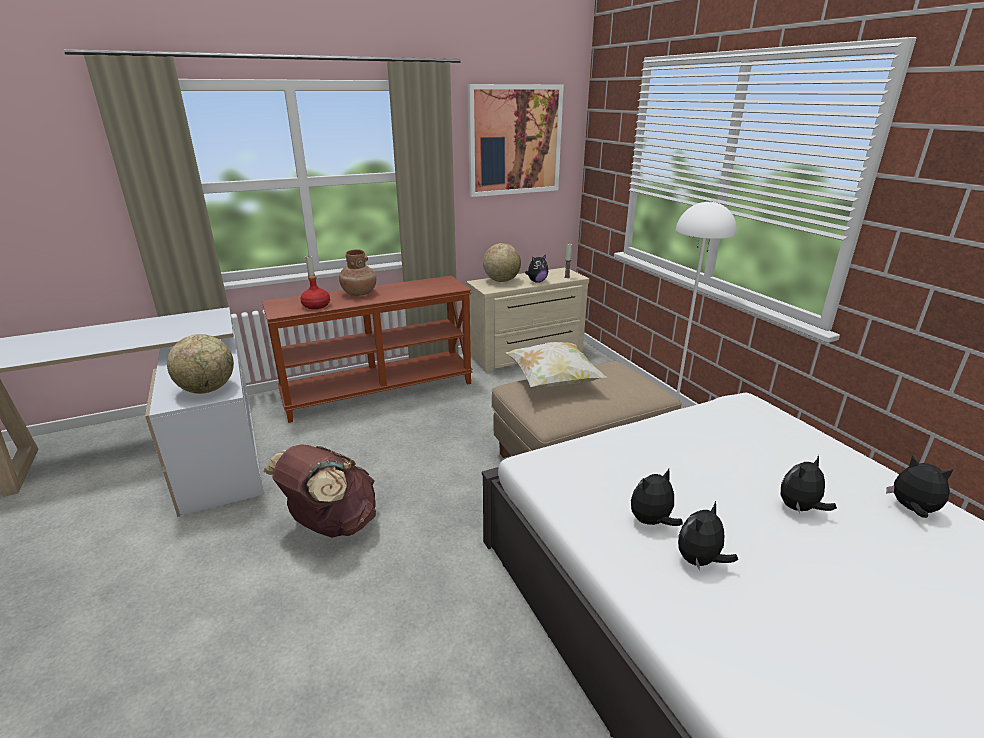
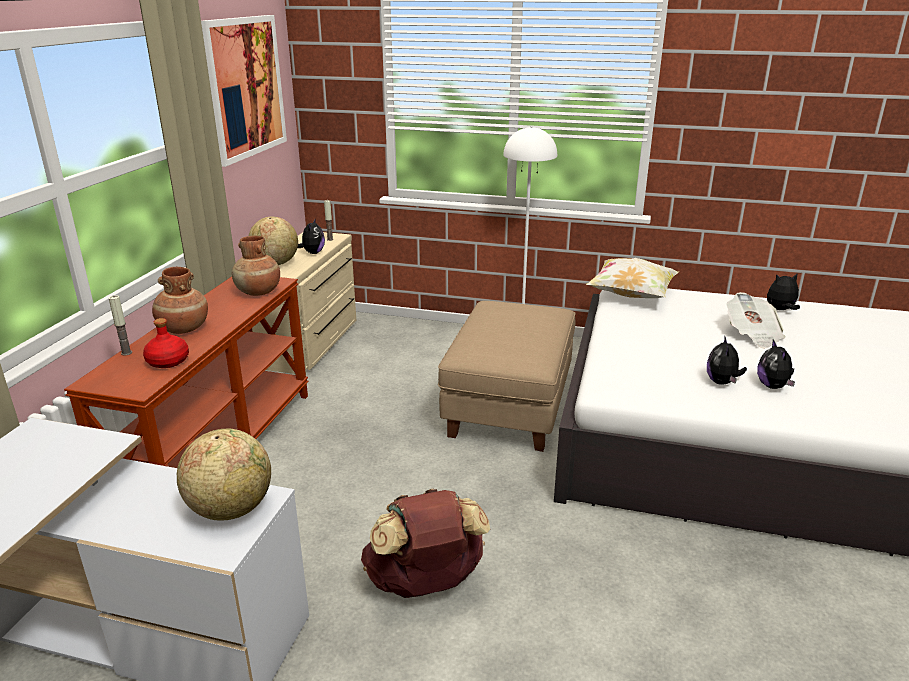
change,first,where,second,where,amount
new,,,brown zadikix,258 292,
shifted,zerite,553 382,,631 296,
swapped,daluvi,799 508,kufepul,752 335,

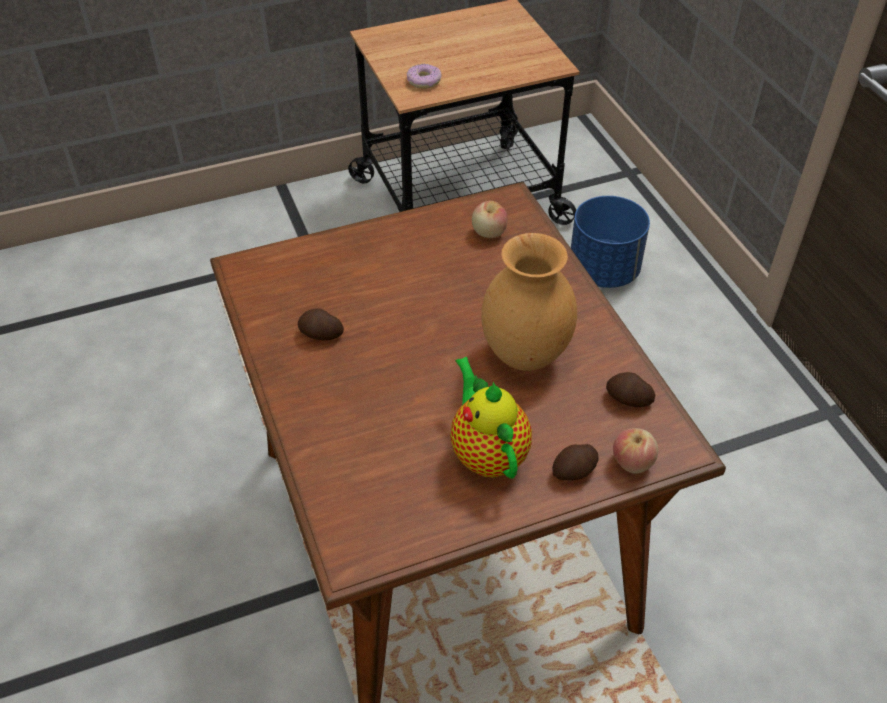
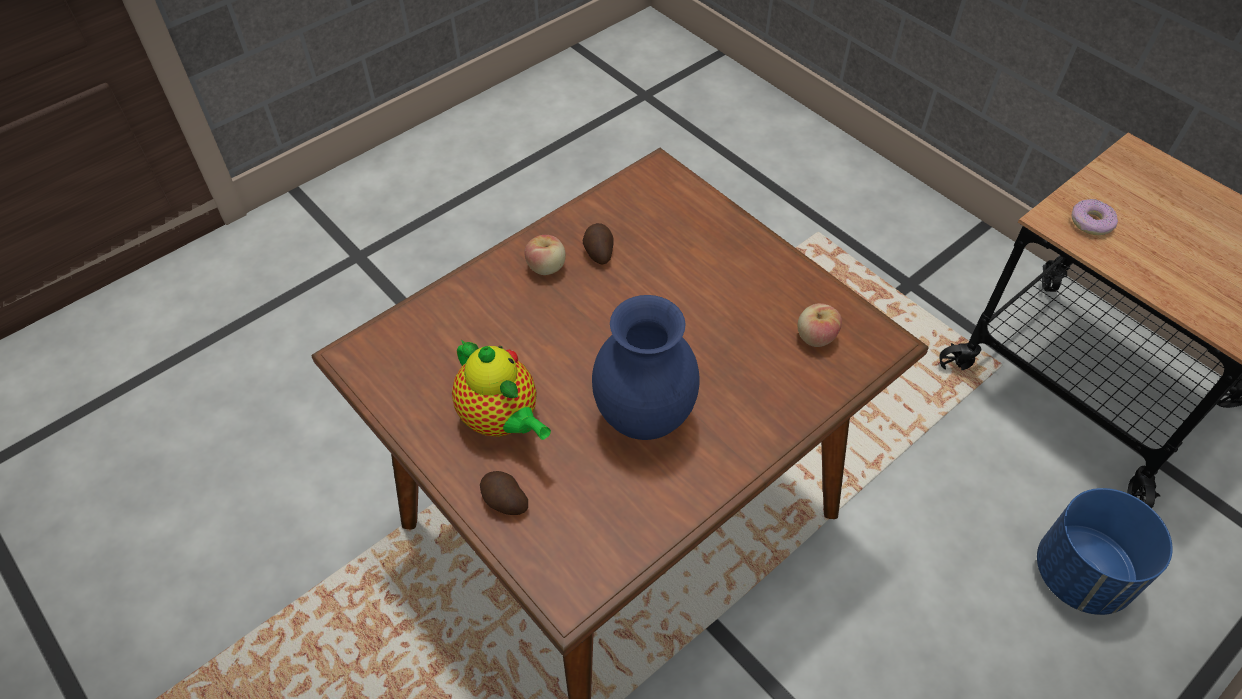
change,first,where,second,where,amount
gone,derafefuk,628 400,,,
shifted,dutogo,632 462,,547 267,
repainted,brown zadikix,523 356,blue zadikix,642 417,
rotated,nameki,487 452,,502 420,90 degrees clockwise

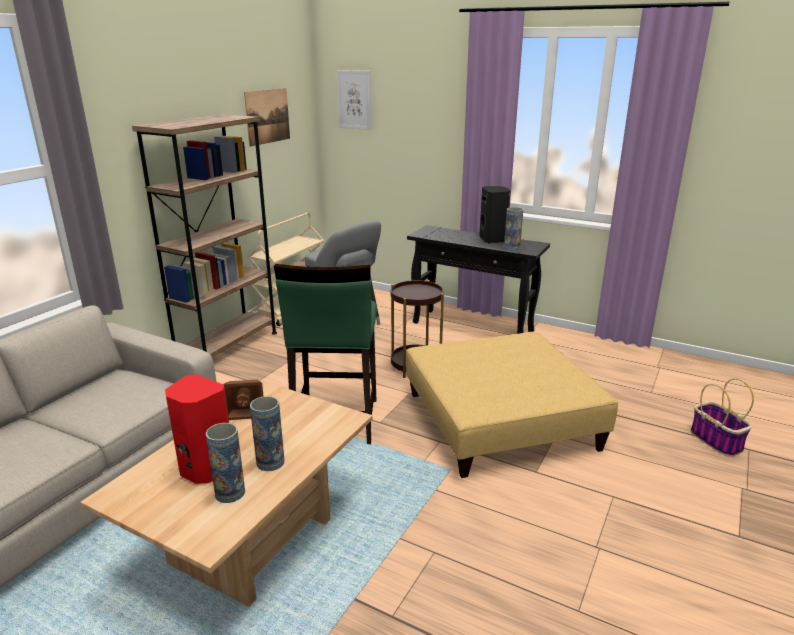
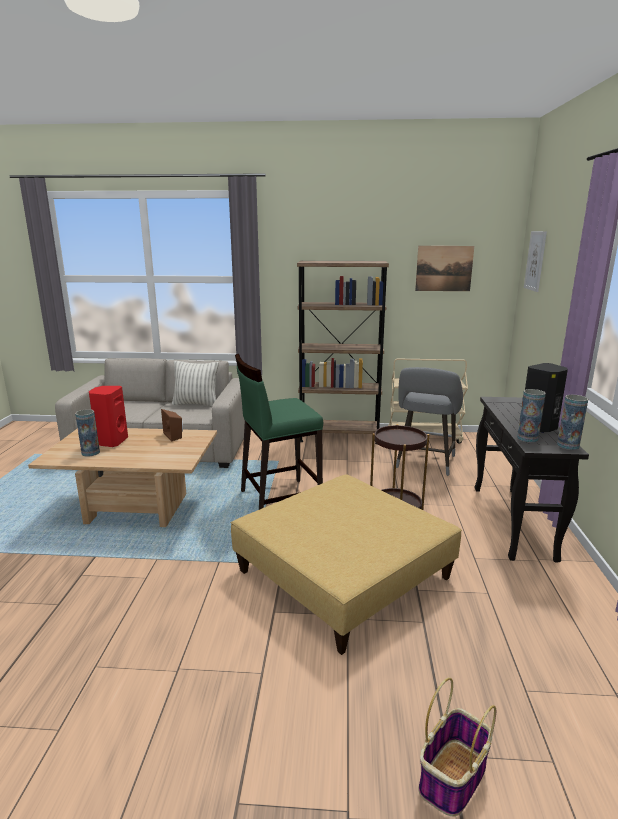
change,first,where,second,where,amount
new,,,zerite,196 404,
shifted,zadikix,270 462,,568 445,

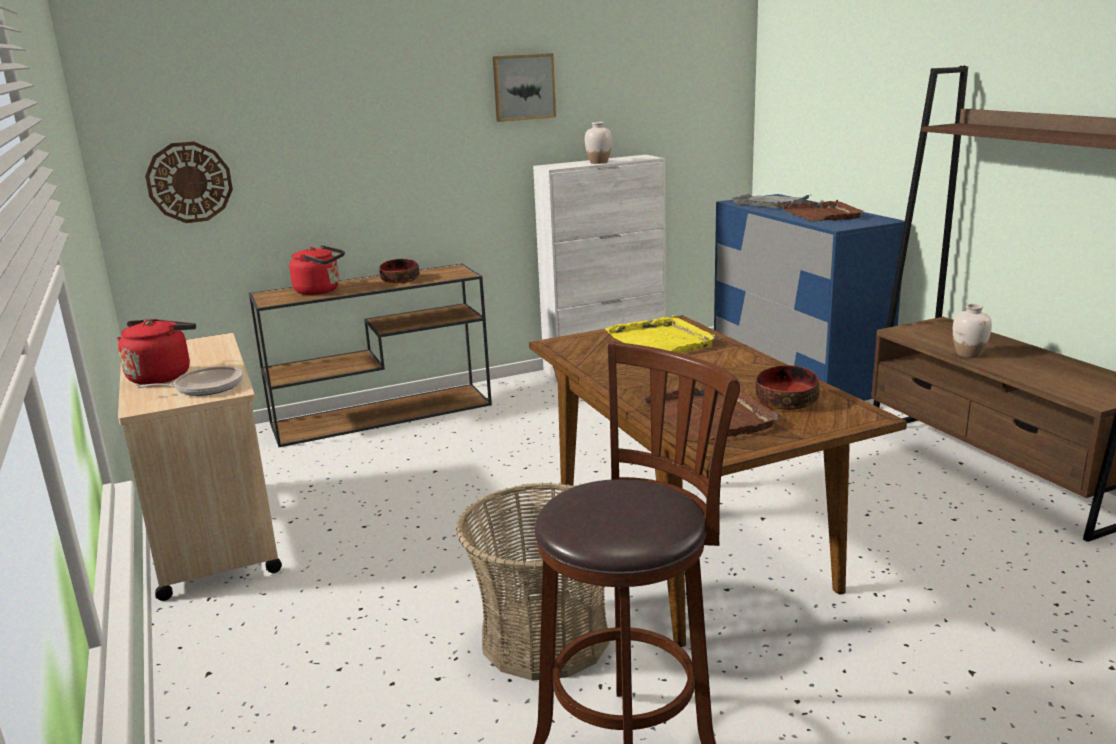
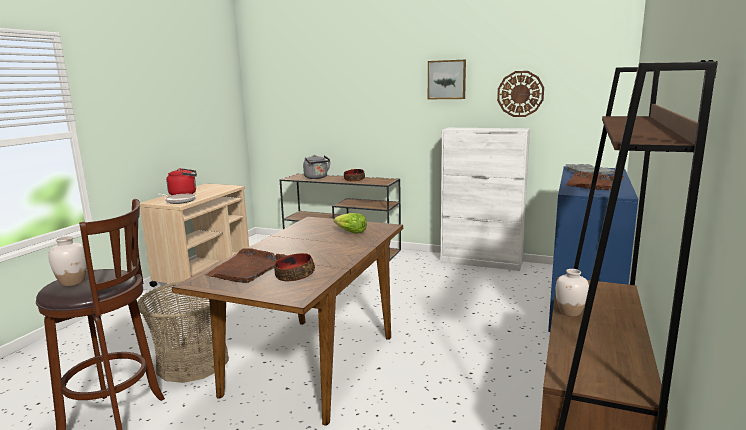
change,first,where,second,where,amount
shifted,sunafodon,189 182,,520 94,
shifted,white zadikix,598 162,,73 282,
swapped,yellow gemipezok,661 341,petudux,350 232,
repainted,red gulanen,320 291,grey gulanen,317 178,

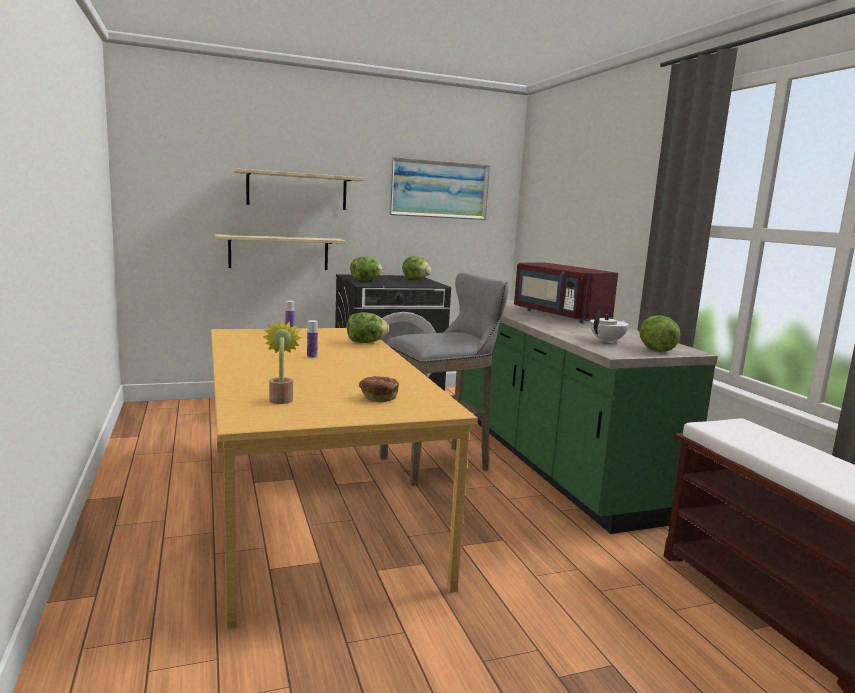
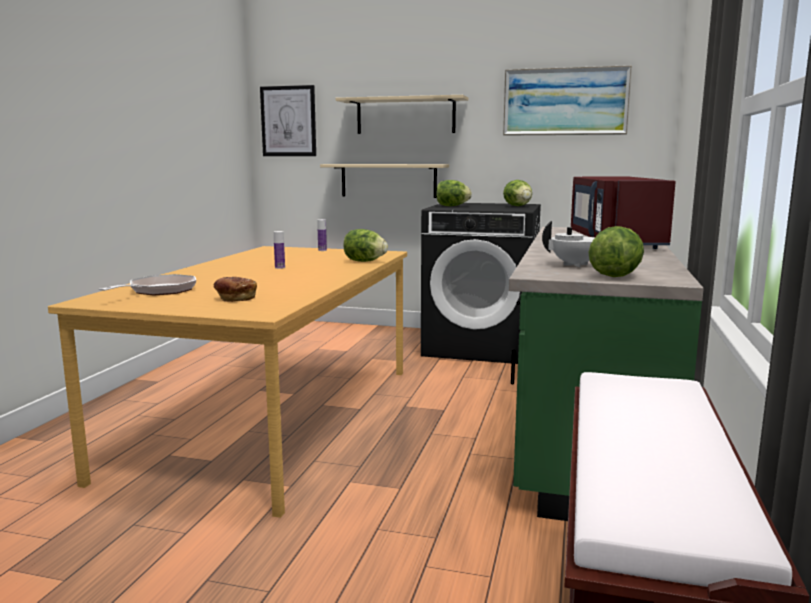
change,first,where,second,where,amount
gone,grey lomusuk,439 463,,,
new,,,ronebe,288 121,
swapped,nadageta,281 398,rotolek,159 291,

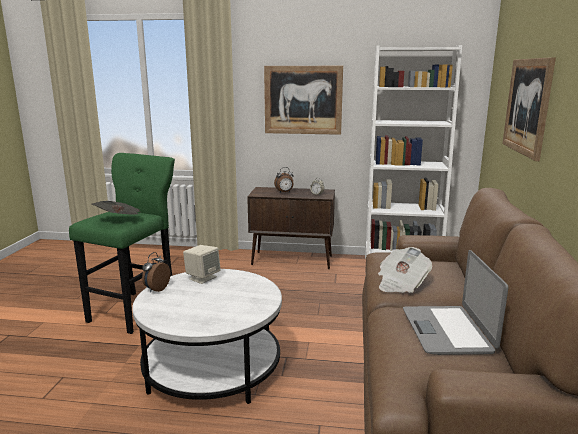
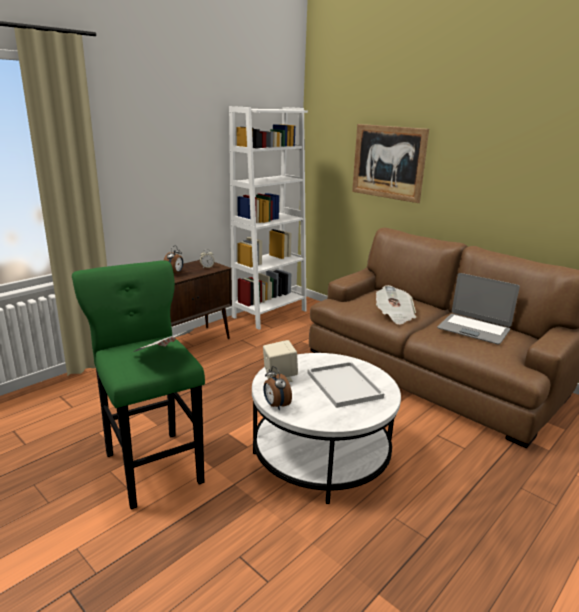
change,first,where,second,where,amount
gone,ronebe,303 100,,,
new,,,white gemipezok,345 385,

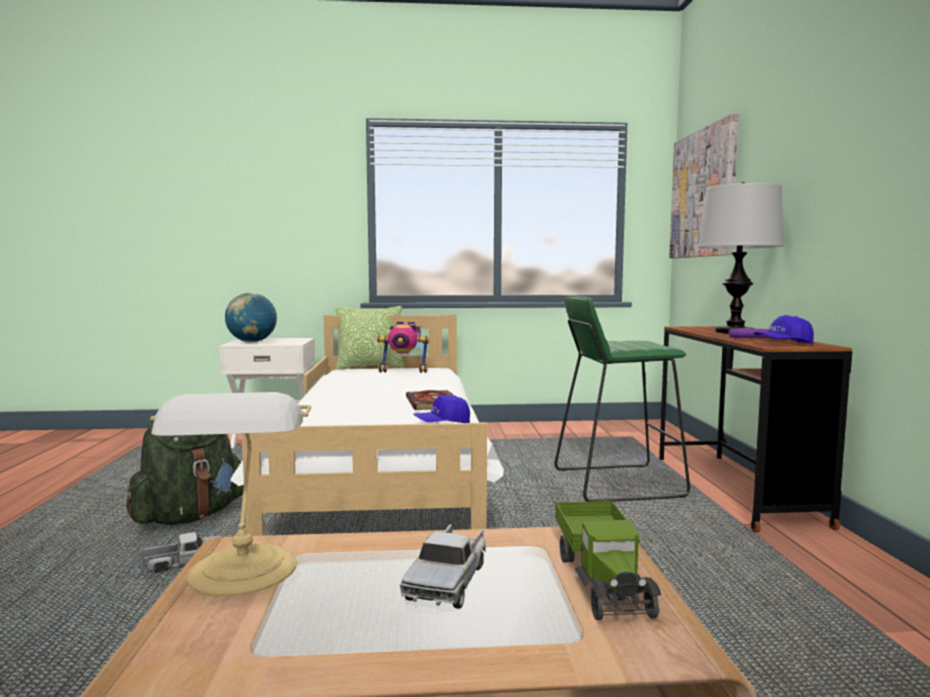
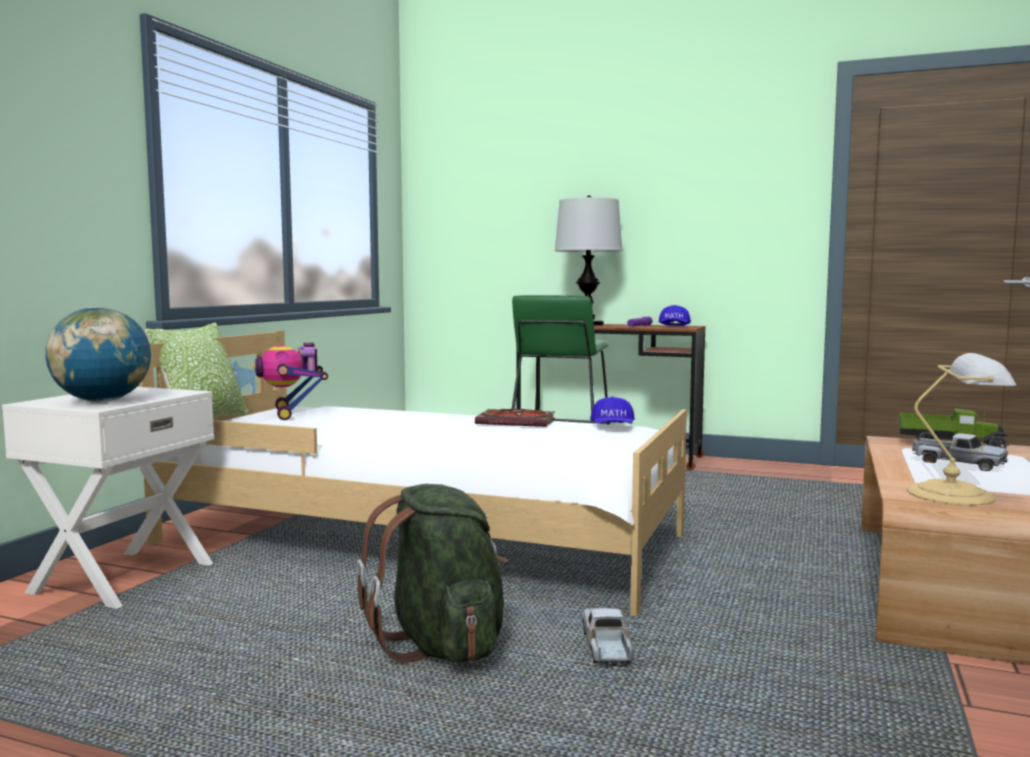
change,first,where,second,where,amount
gone,ronebe,704 194,,,
rotated,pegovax,404 371,,293 414,135 degrees clockwise

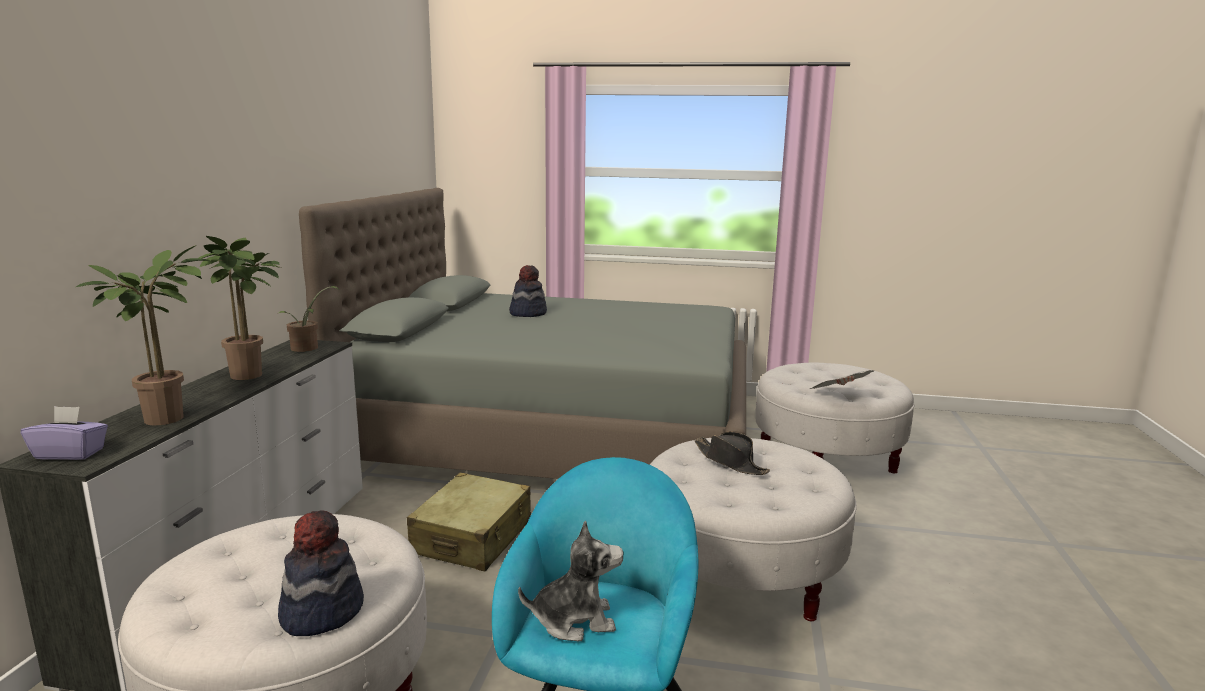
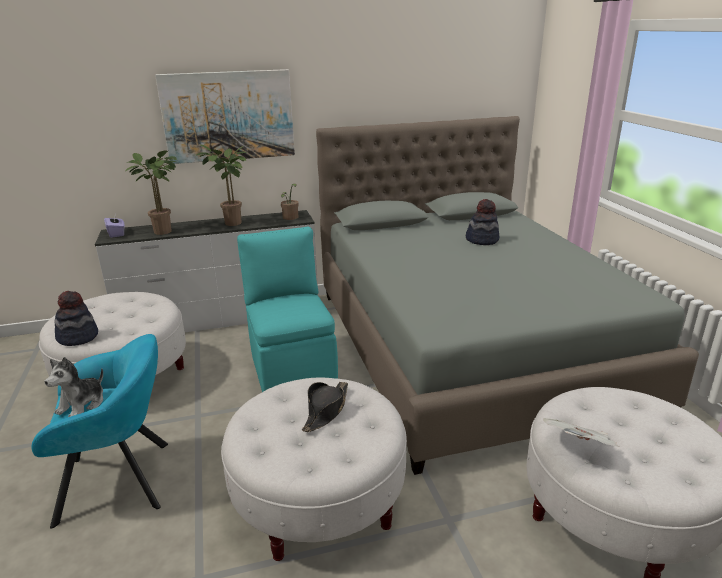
change,first,where,second,where,amount
new,,,ronebe,228 116,
swapped,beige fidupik,472 537,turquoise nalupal,292 368,
rotated,daluvi,574 620,,82 405,60 degrees clockwise

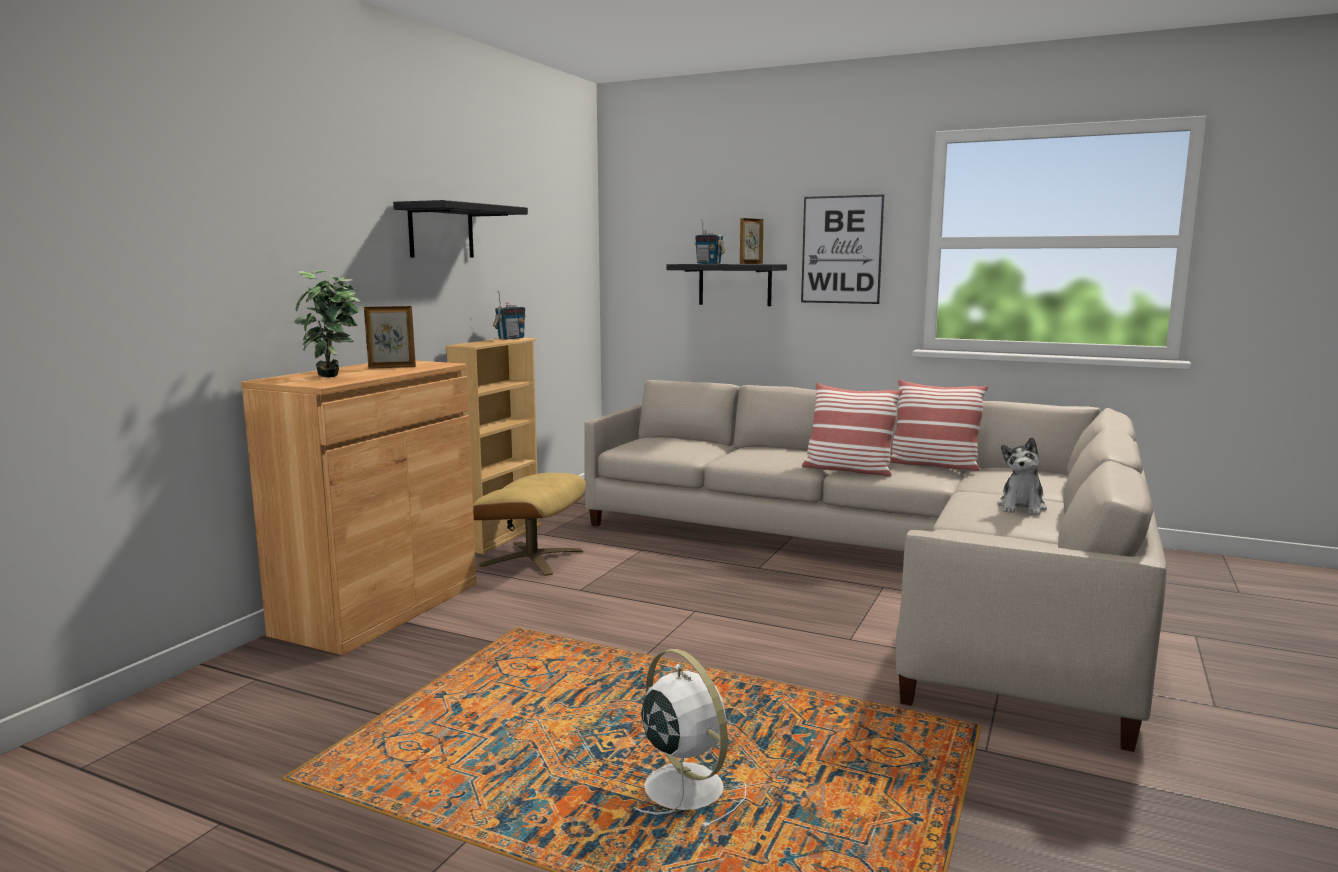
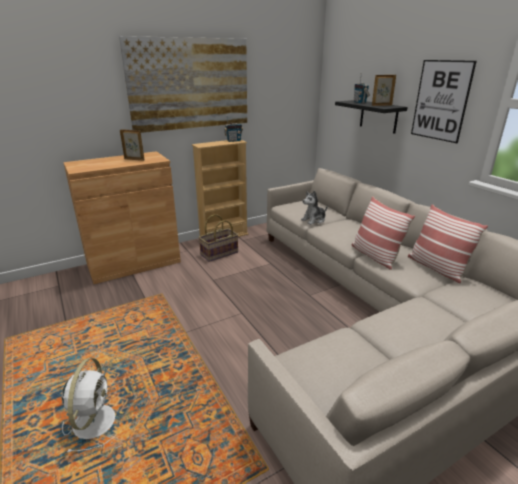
change,first,where,second,where,amount
gone,nadageta,333 378,,,
shifted,daluvi,1022 507,,314 220,
swapped,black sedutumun,441 231,ronebe,189 84,
swapped,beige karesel,532 558,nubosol,219 254,

